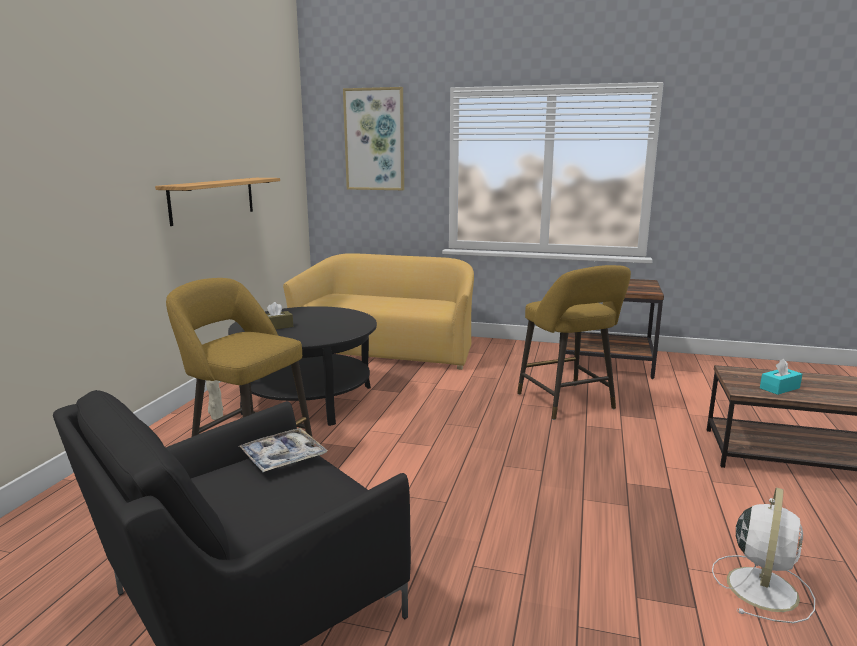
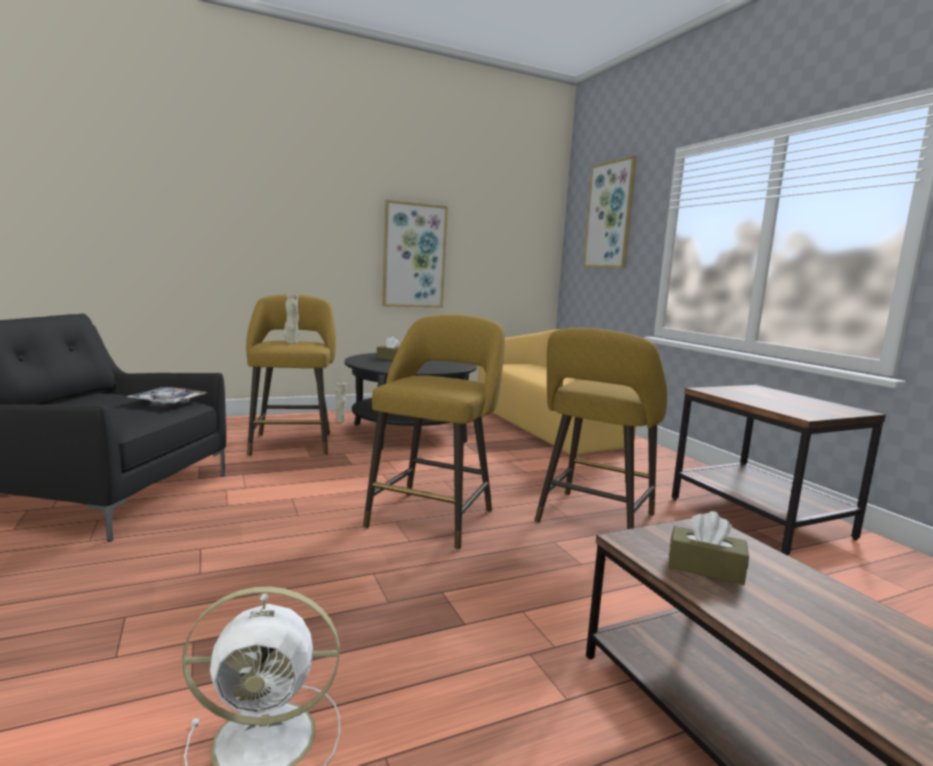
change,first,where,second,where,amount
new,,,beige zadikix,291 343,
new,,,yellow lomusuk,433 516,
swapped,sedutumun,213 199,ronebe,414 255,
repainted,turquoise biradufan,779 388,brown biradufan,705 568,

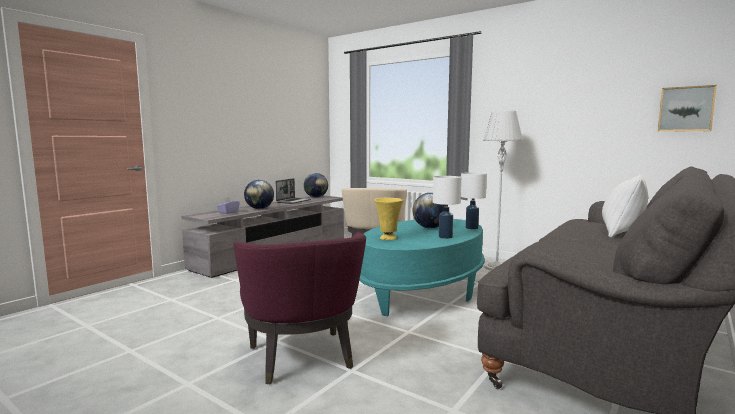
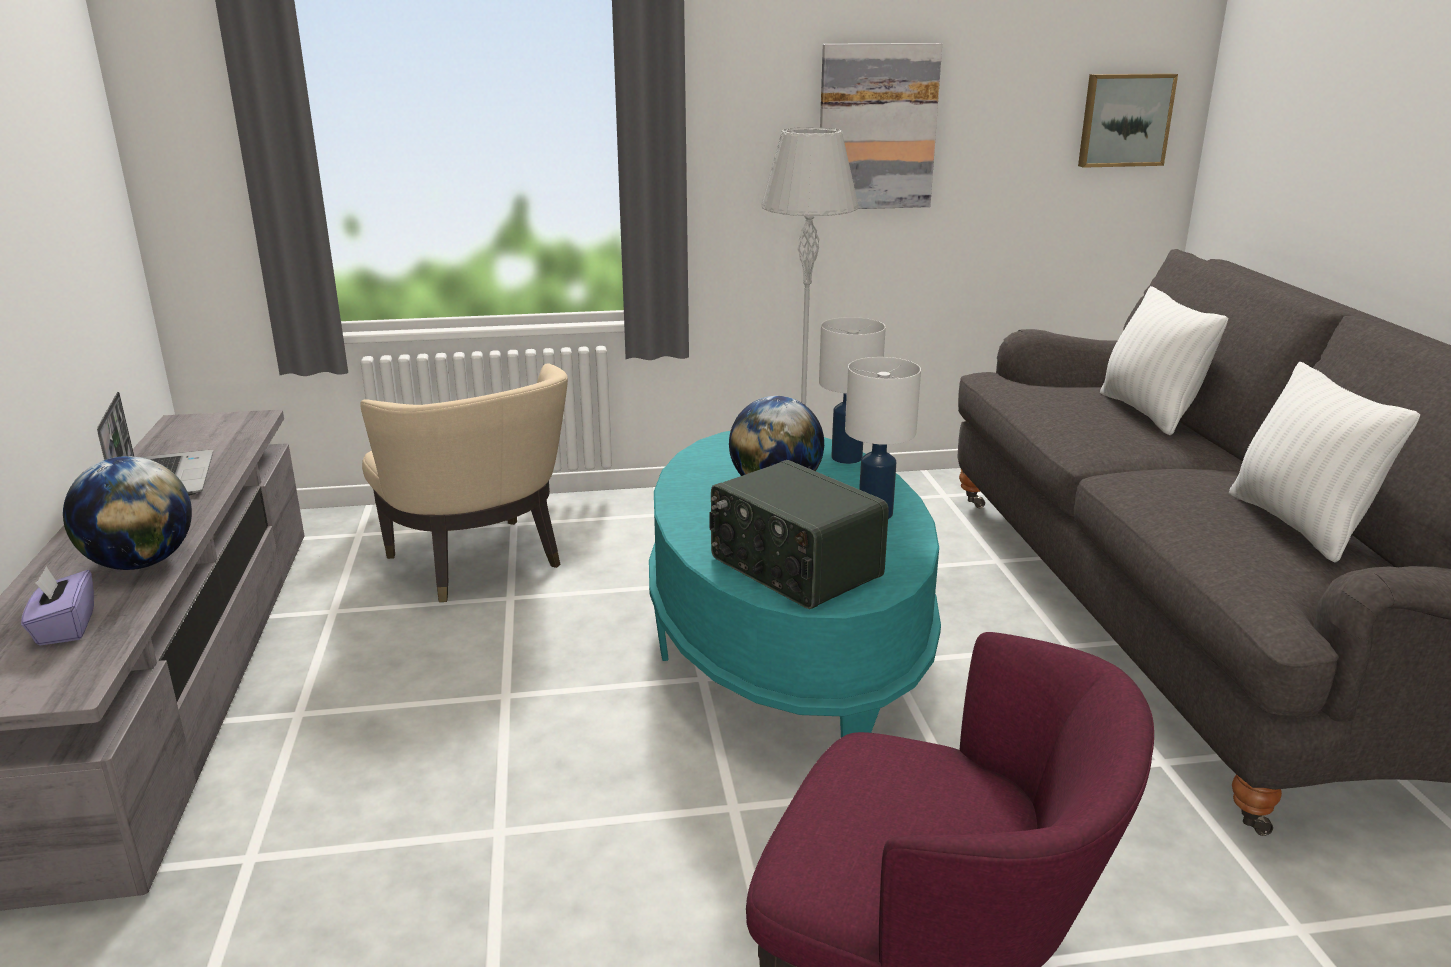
change,first,where,second,where,amount
gone,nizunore,316 197,,,
new,,,ronebe,877 127,
new,,,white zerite,1298 525,
swapped,yellow zadikix,388 238,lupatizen,793 568,

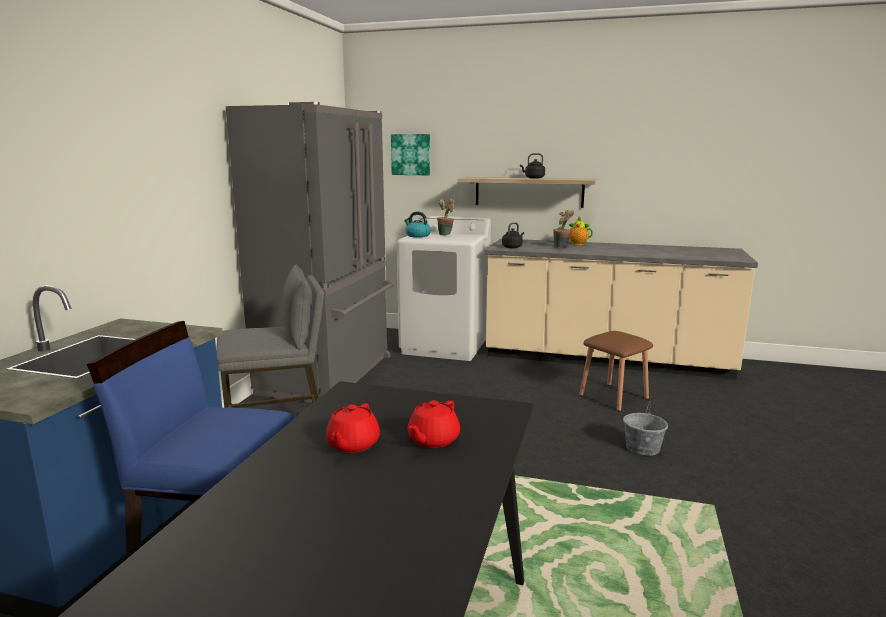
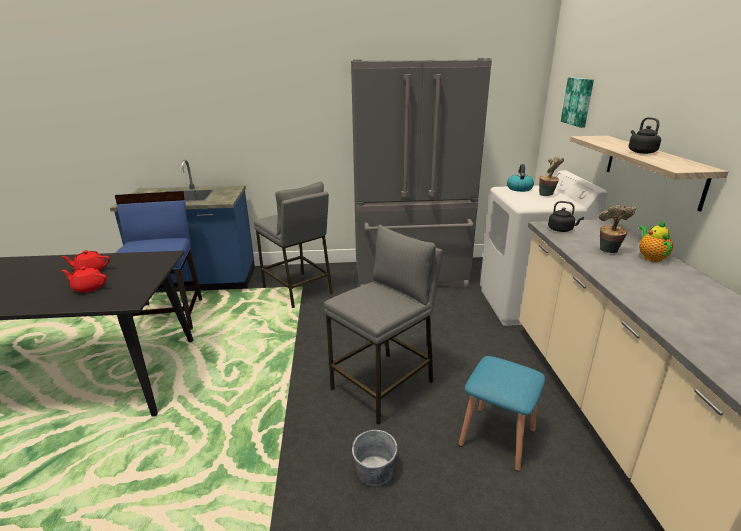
change,first,where,second,where,amount
new,,,grey lomusuk,383 386,
repainted,brown lomusuk,613 397,blue lomusuk,497 437,

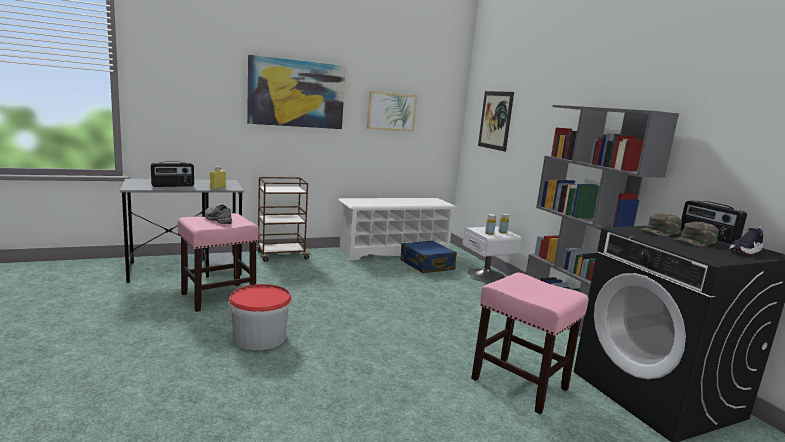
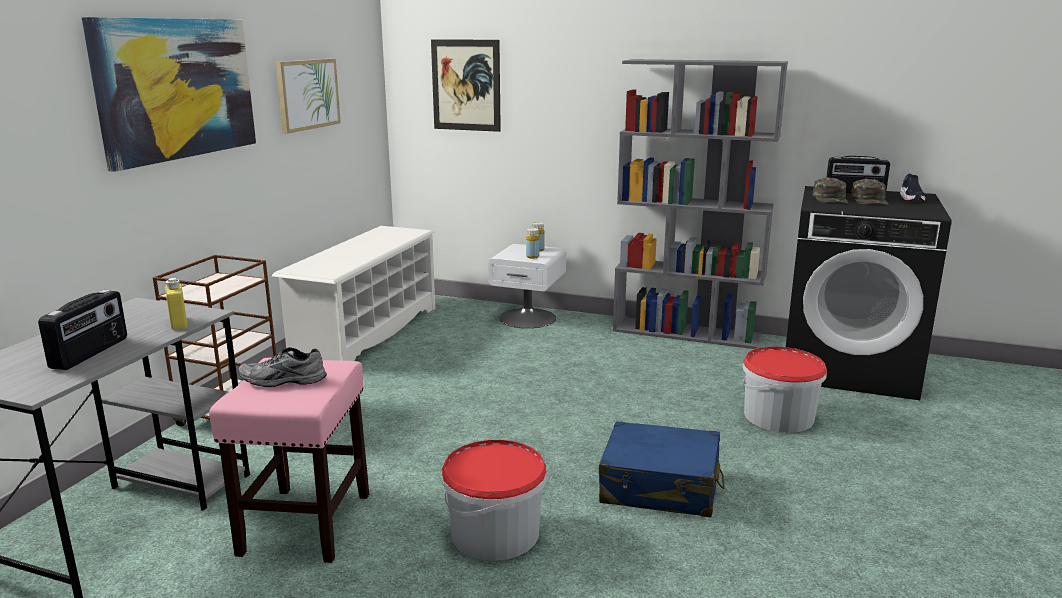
change,first,where,second,where,amount
shifted,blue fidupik,426 265,,660 487,
swapped,pink lomusuk,520 384,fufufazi,779 416,

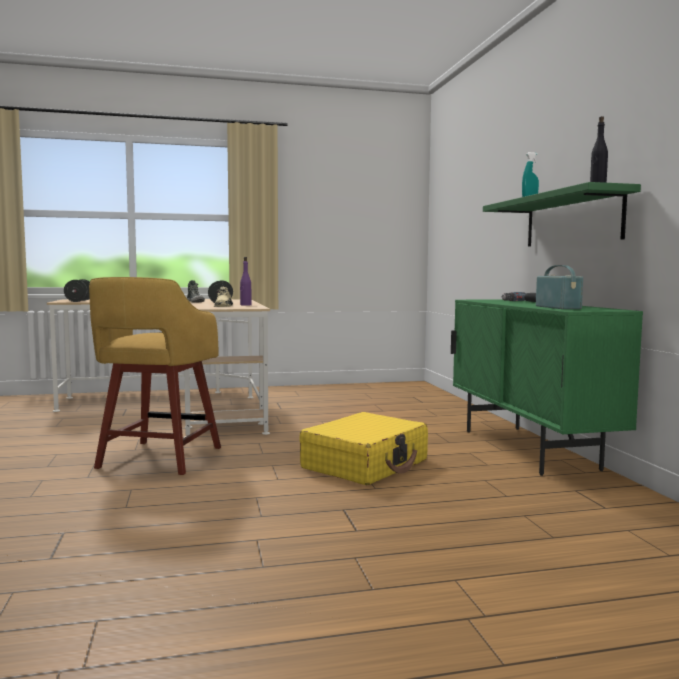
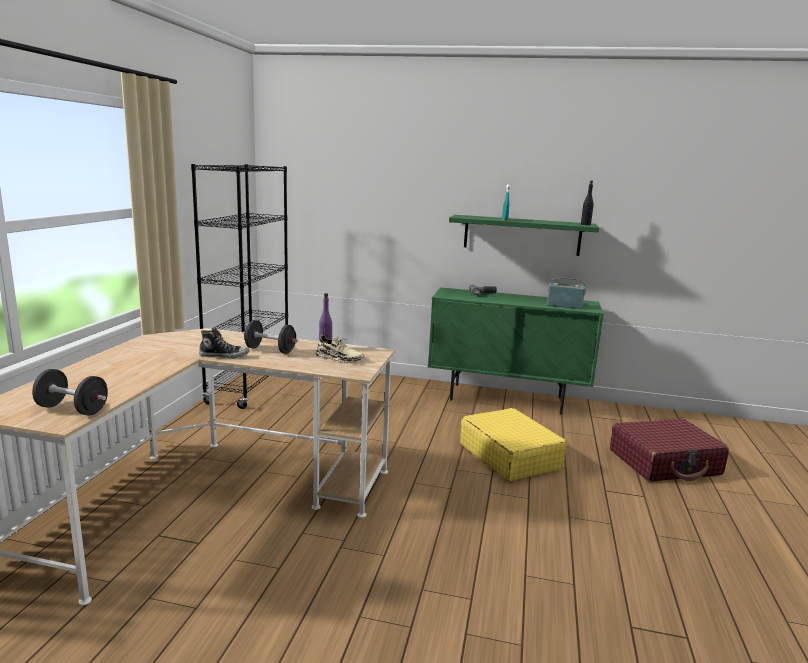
change,first,where,second,where,amount
gone,yellow lomusuk,158 459,,,
new,,,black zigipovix,249 388,
new,,,red fidupik,664 462,

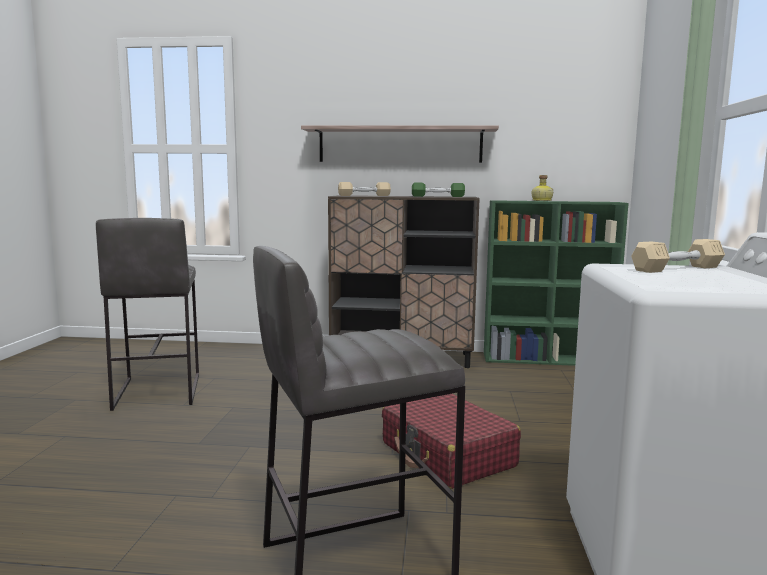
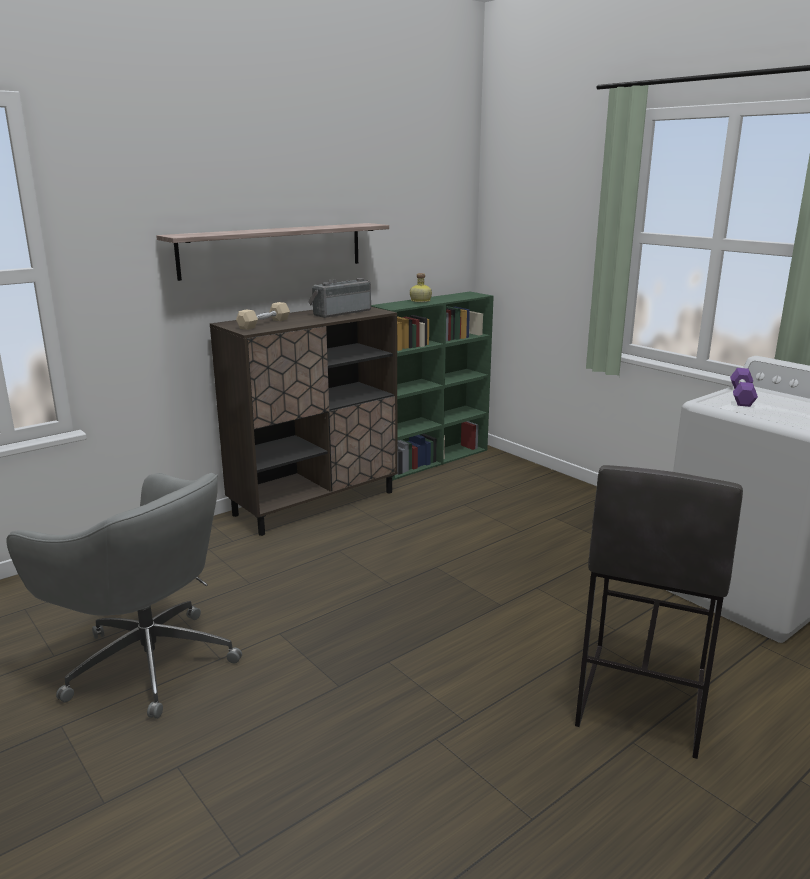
change,first,where,second,where,amount
gone,red fidupik,447 455,,,
swapped,grey lomusuk,157 391,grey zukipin,147 661,
swapped,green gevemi,437 196,lupatizen,340 313,
repainted,beige gevemi,677 269,purple gevemi,741 396,

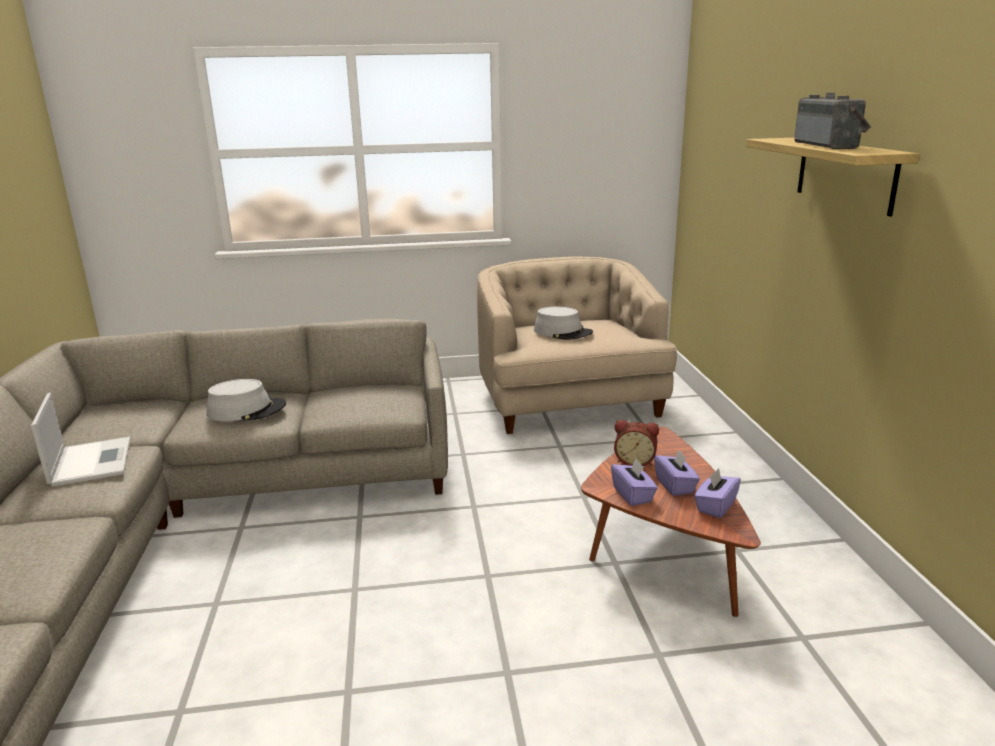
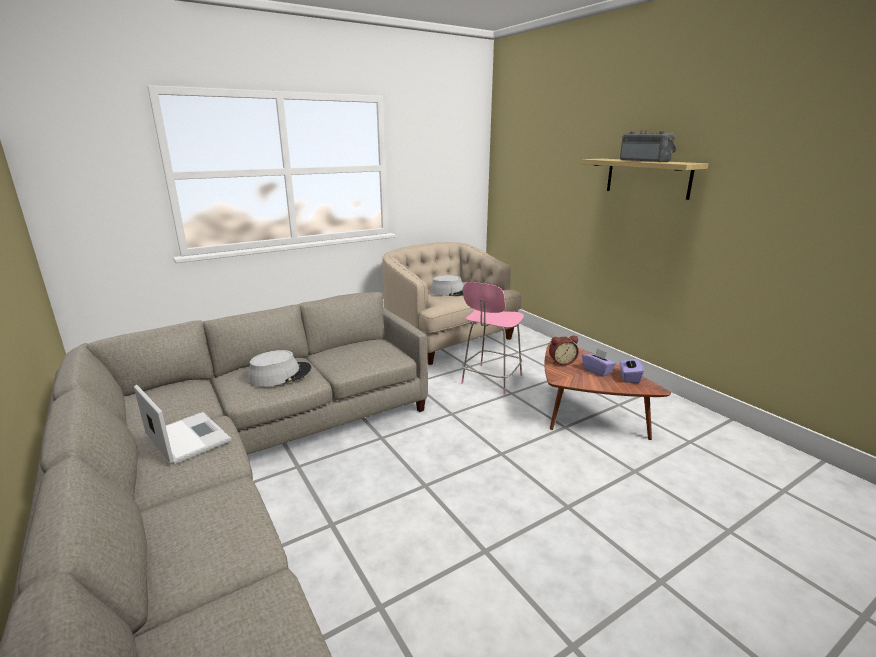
change,first,where,second,where,amount
gone,purple biradufan,633 495,,,
new,,,pink lomusuk,491 380,

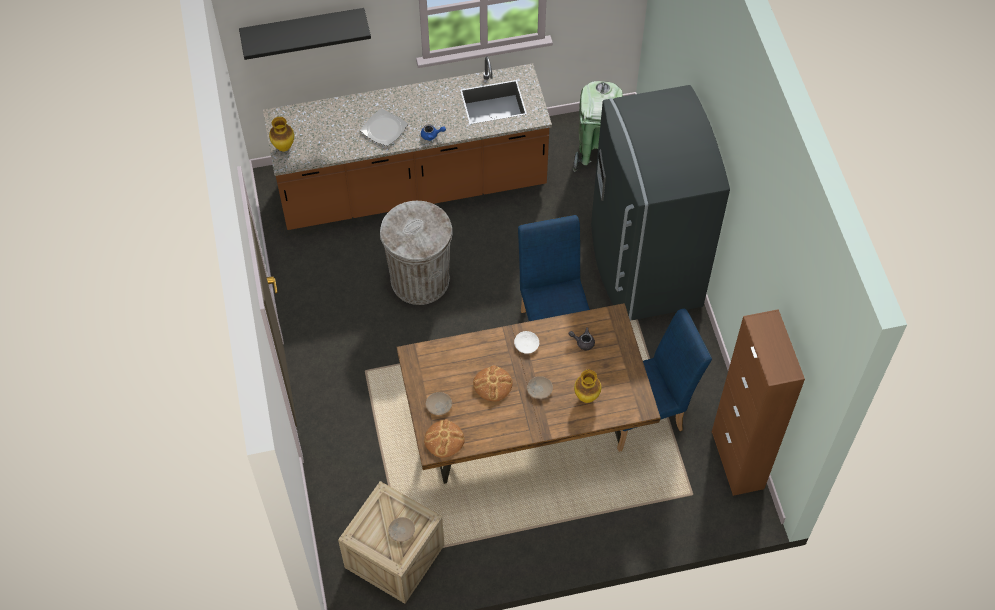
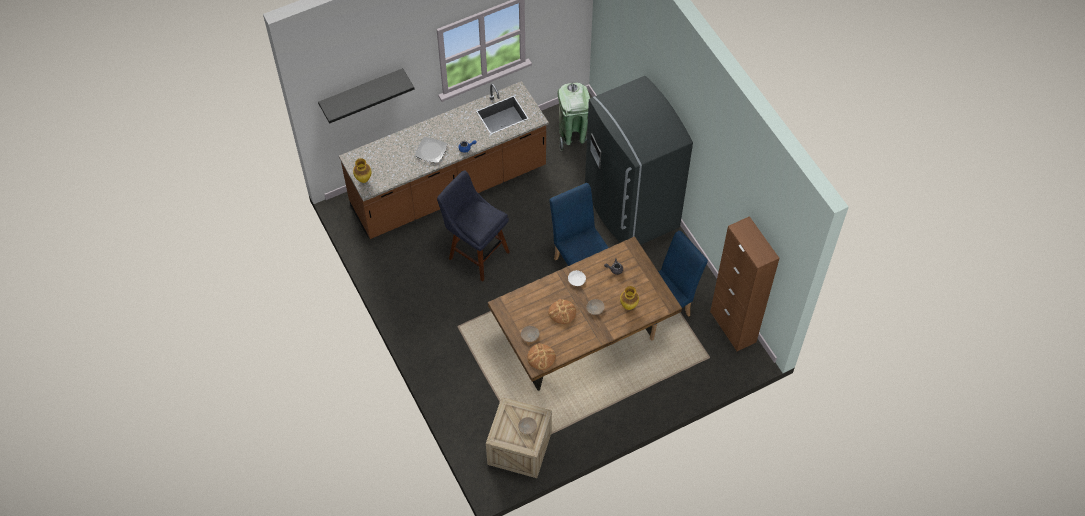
change,first,where,second,where,amount
swapped,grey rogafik,420 279,blue lomusuk,476 253,

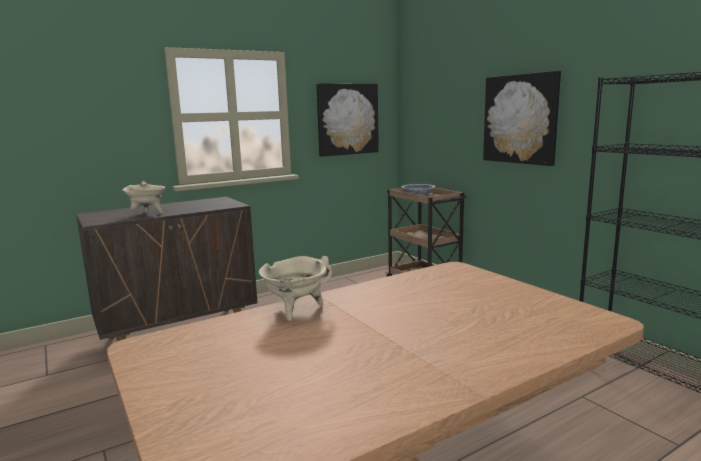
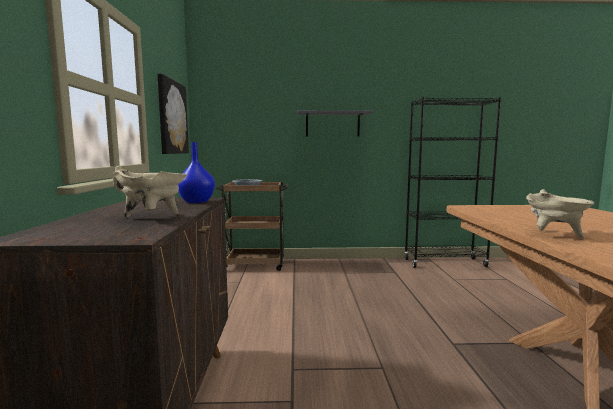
change,first,where,second,where,amount
new,,,blue zadikix,196 202,
swapped,ronebe,520 119,grey sedutumun,332 124,

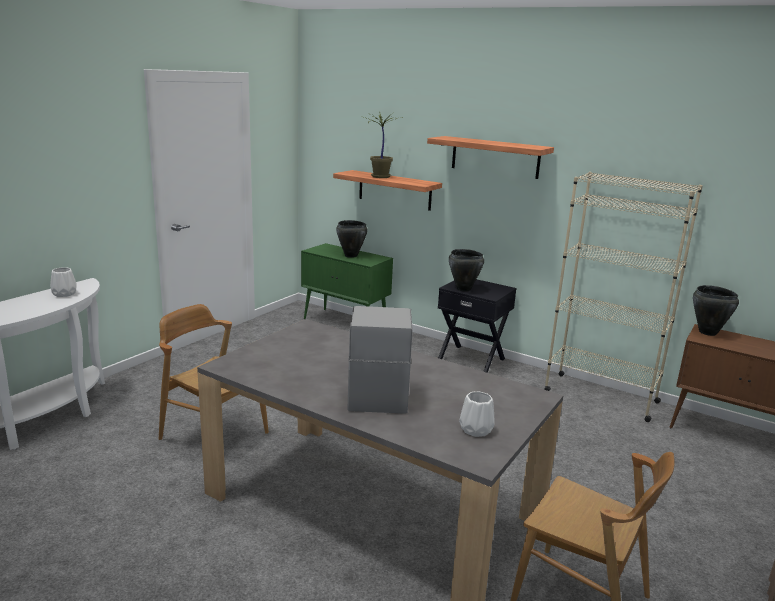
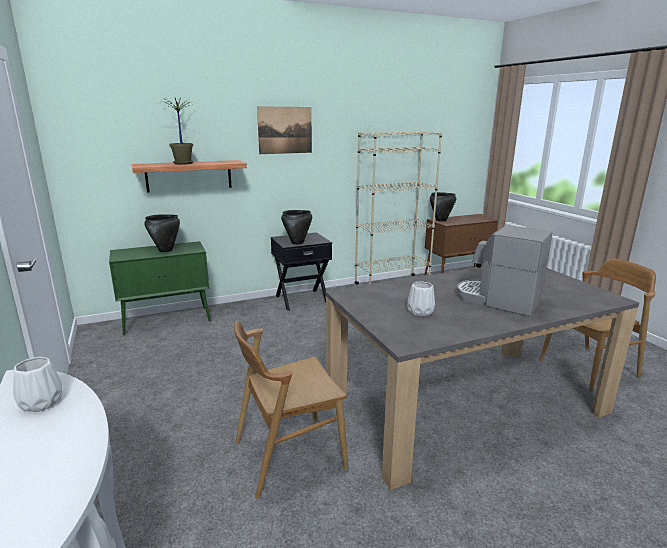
change,first,where,second,where,amount
shifted,white zadikix,475 429,,419 312,
swapped,sedutumun,495 157,ronebe,285 130,

